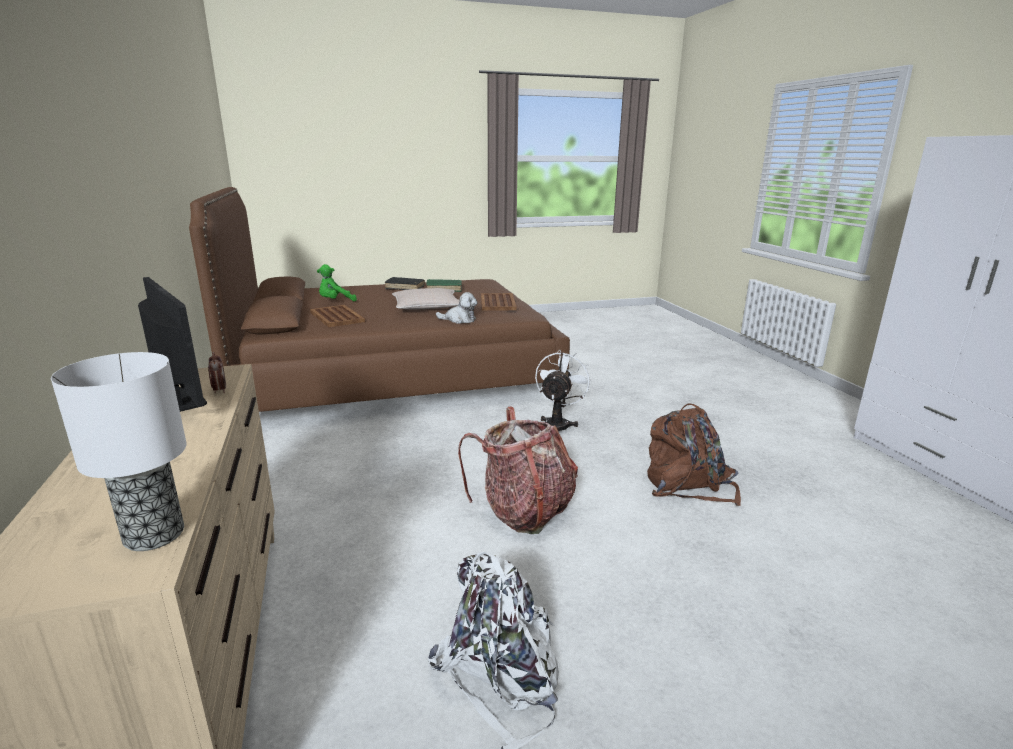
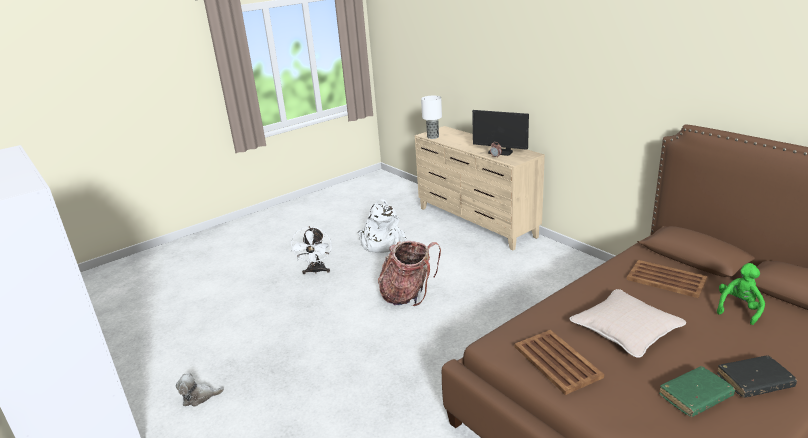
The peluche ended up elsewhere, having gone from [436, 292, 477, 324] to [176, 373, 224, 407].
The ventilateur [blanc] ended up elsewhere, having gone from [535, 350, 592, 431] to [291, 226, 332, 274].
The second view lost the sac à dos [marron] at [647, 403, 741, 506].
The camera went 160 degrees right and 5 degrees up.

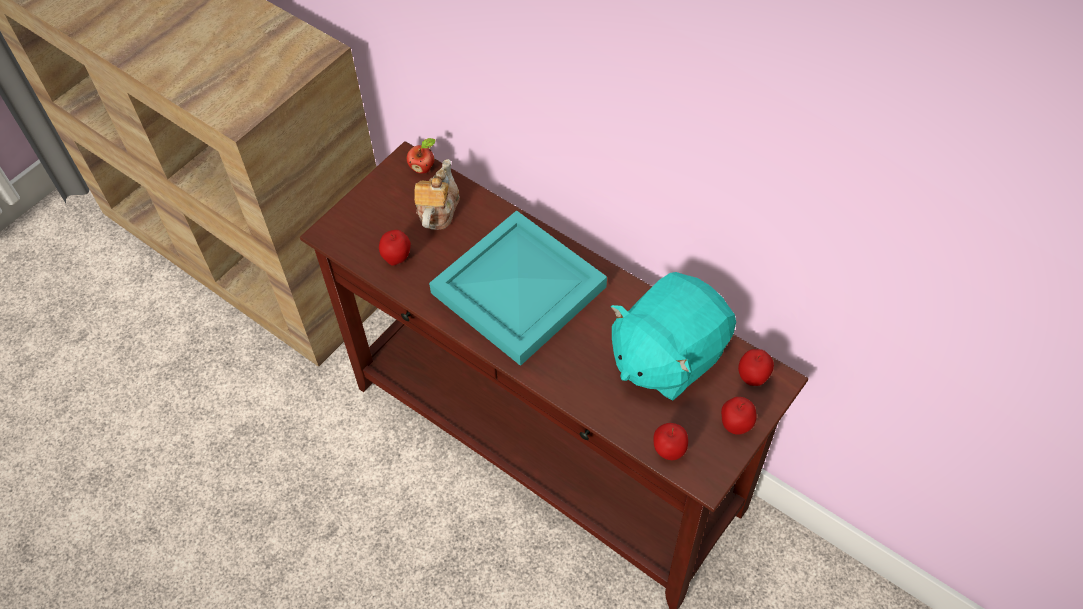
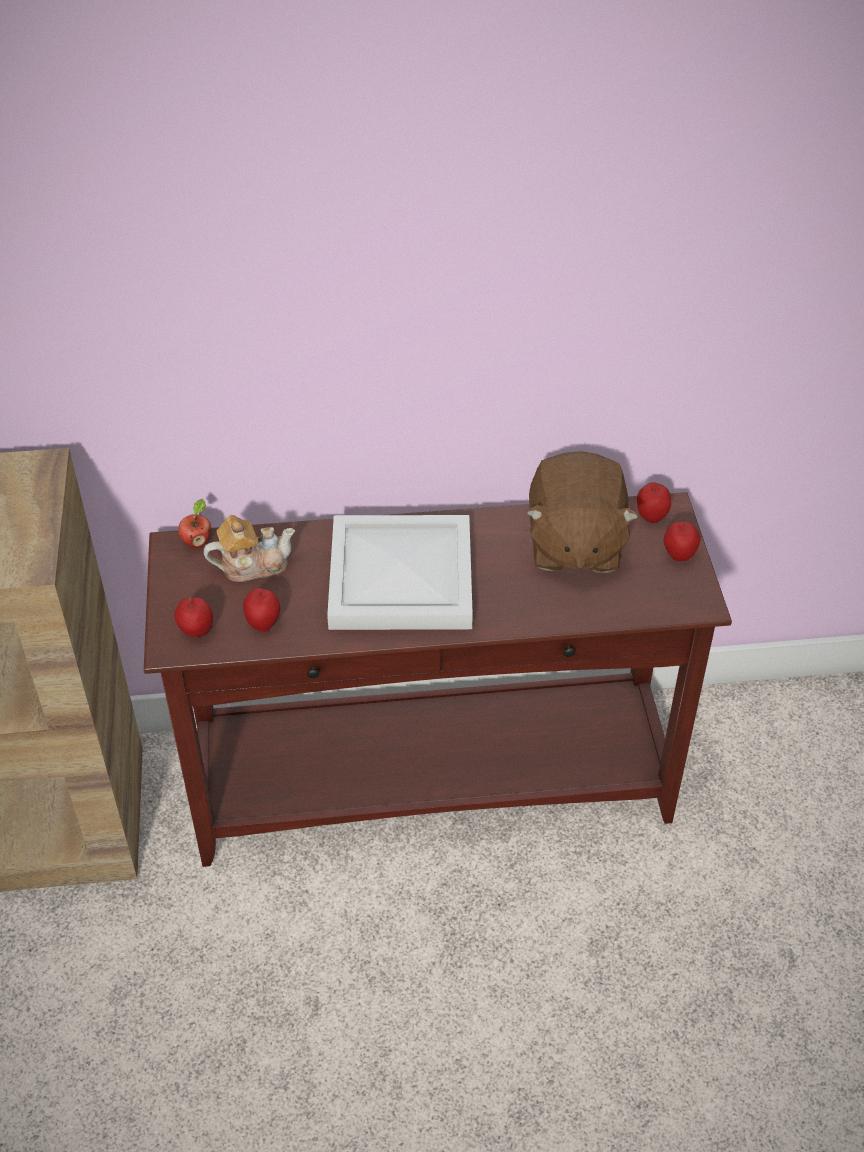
The pomme ended up elsewhere, having gone from [654, 423, 688, 460] to [174, 597, 213, 637].
The théière at [414, 159, 460, 230] ended up facing another way, 105 degrees clockwise from before.
What was the plateau [turquoise] at [429, 210, 607, 366] turned into the plateau [blanc] at [327, 515, 473, 630].
What was the peluche [turquoise] at [611, 272, 736, 401] turned into the peluche [marron] at [526, 451, 639, 573].
The camera went 45 degrees left and 10 degrees down.

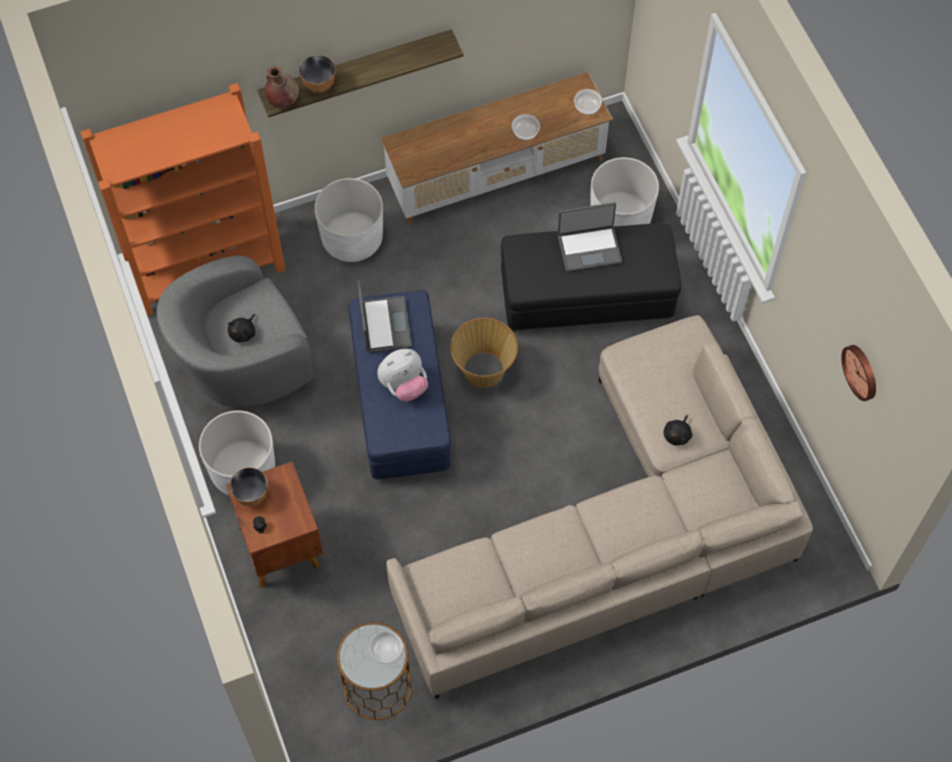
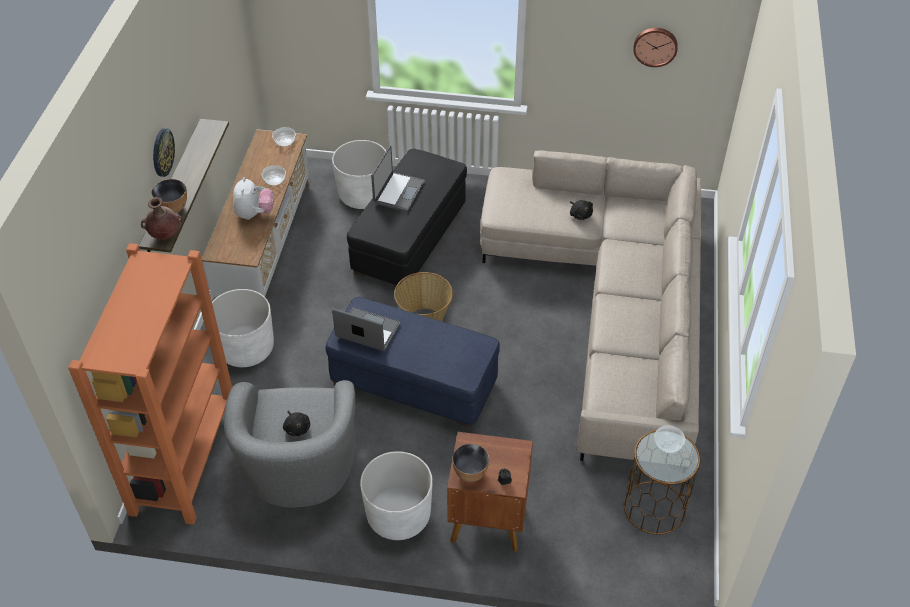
The second view gained the horloge murale at [153, 128, 175, 177].
The peluche ended up elsewhere, having gone from [377, 349, 428, 401] to [233, 177, 274, 220].
The camera went 60 degrees left and 15 degrees down.

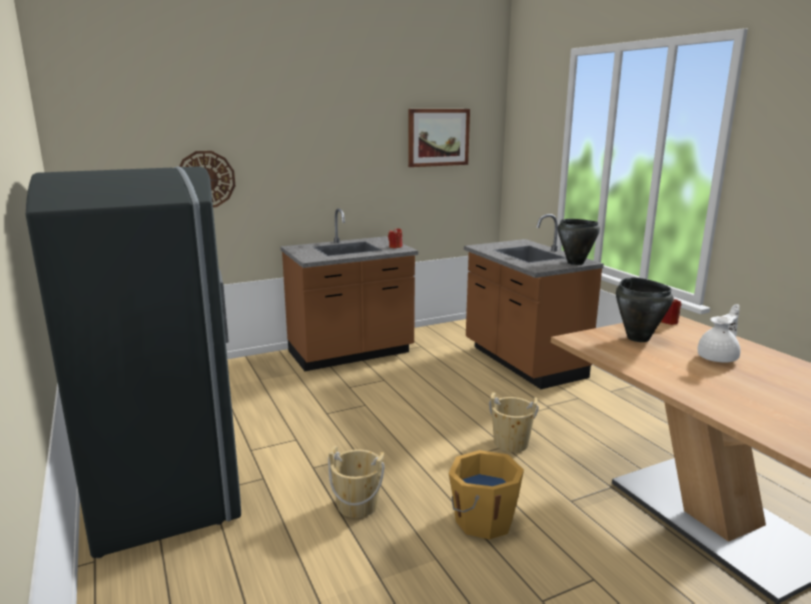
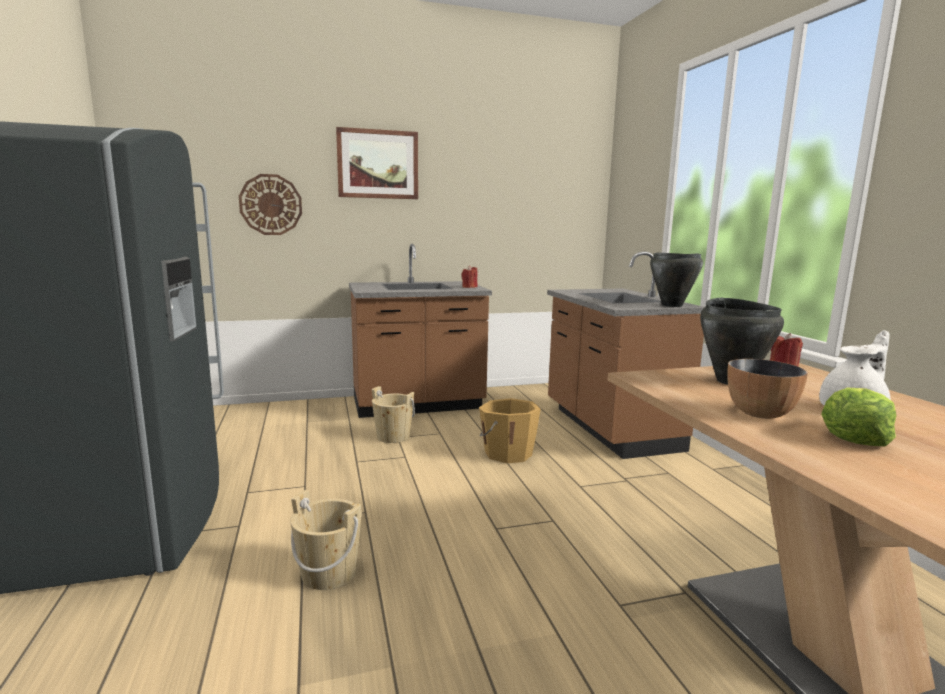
The tableau ended up elsewhere, having gone from [408, 109, 470, 167] to [336, 127, 418, 199].
The seau [beige] ended up elsewhere, having gone from [489, 392, 539, 452] to [372, 386, 415, 443].
The seau [orange] ended up elsewhere, having gone from [448, 450, 524, 540] to [479, 398, 541, 463].
The second view gained the bol at [727, 359, 808, 419].
The second view gained the laitue at [821, 387, 896, 447].
The camera went 10 degrees right and 5 degrees down.

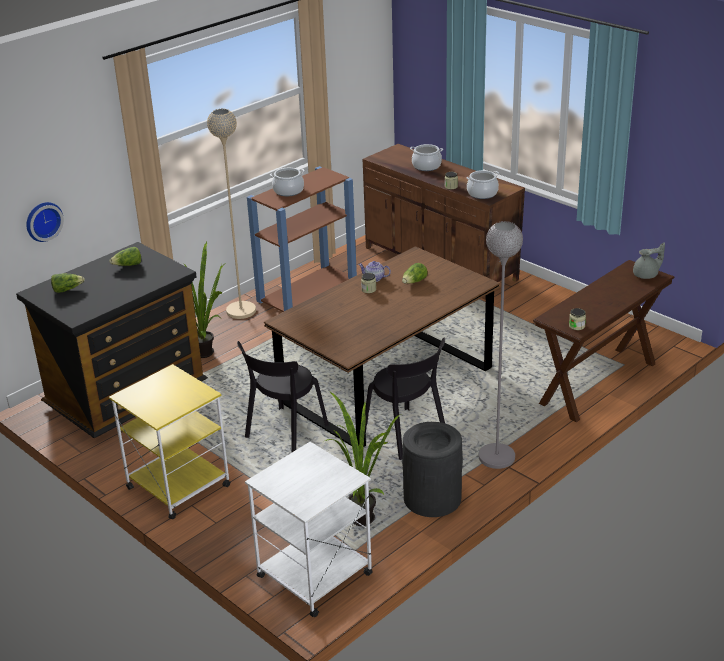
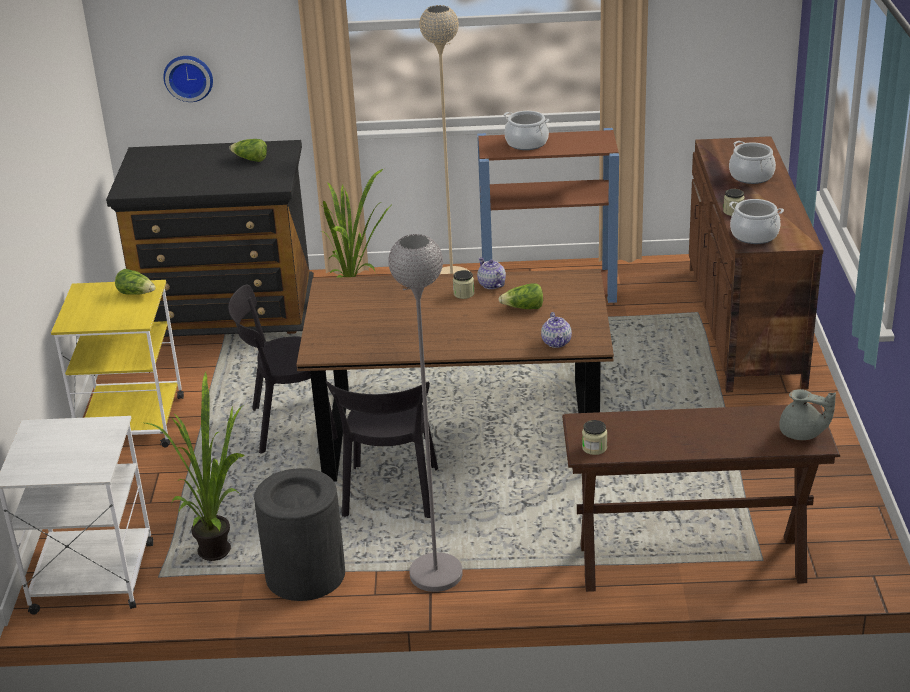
The laitue ended up elsewhere, having gone from [51, 273, 85, 293] to [115, 269, 155, 295].
The second view gained the théière at [541, 312, 572, 348].
The camera went 45 degrees right and 0 degrees up.

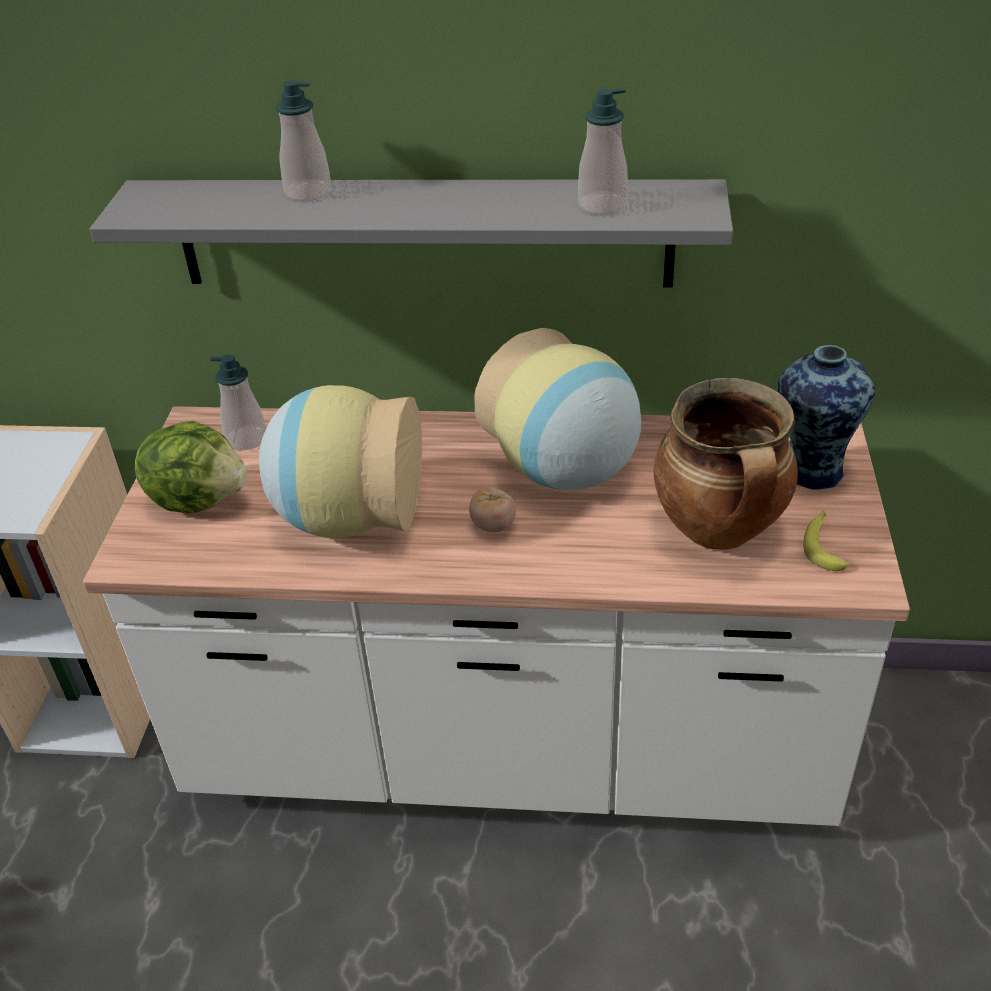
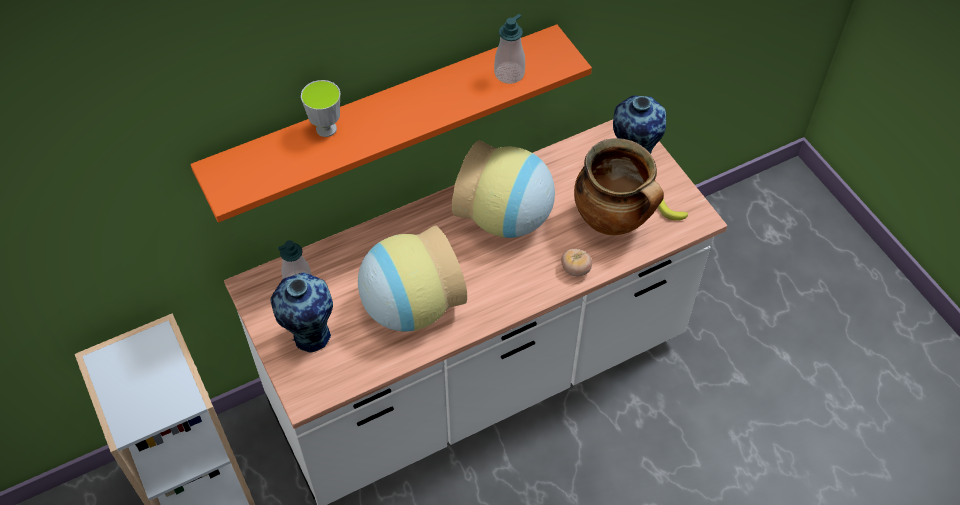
What was the étagère [gris] at [90, 179, 733, 288] turned into the étagère [orange] at [190, 24, 592, 222].
Where the laitue stood at [135, 421, 247, 513], the vase came to stand at [271, 272, 333, 353].
Where the distributeur de savon stood at [276, 80, 331, 202], the tasse came to stand at [301, 80, 340, 137].
The tomate ended up elsewhere, having gone from [469, 487, 516, 532] to [561, 249, 592, 276].
The camera went 35 degrees left and 15 degrees up.

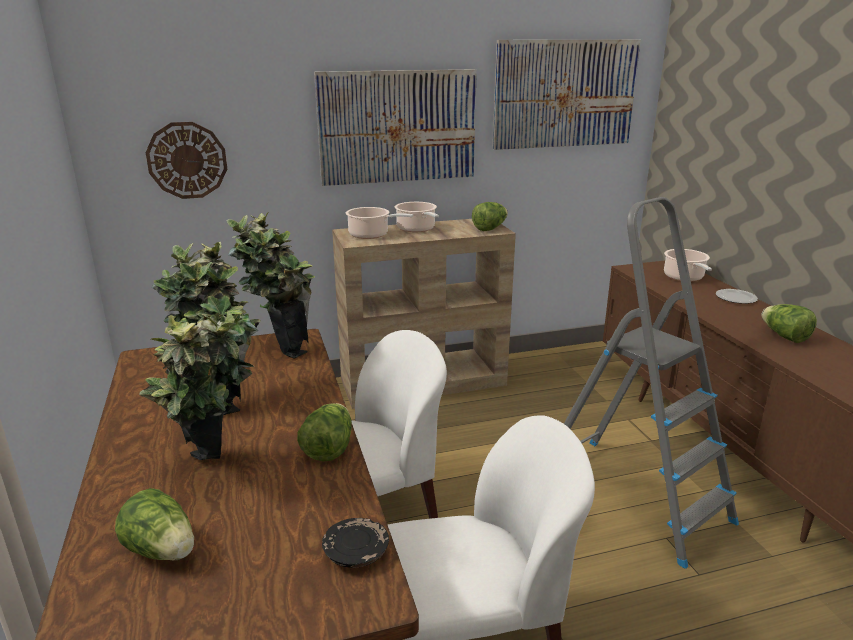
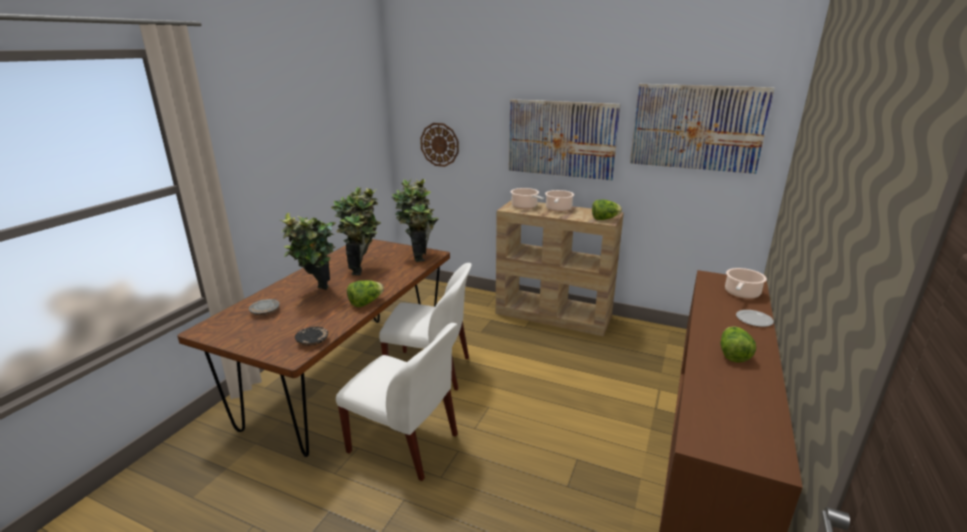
Where the laitue stood at [115, 488, 194, 560], the assiette [gris] came to stand at [249, 299, 280, 315].
The second view lost the escabeau [gris] at [564, 197, 739, 569].
The camera went 40 degrees right and 0 degrees up.

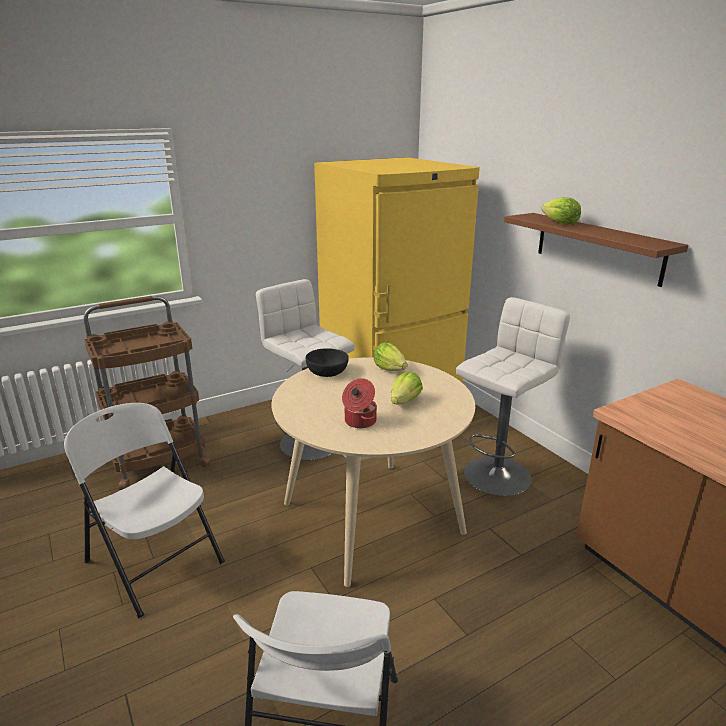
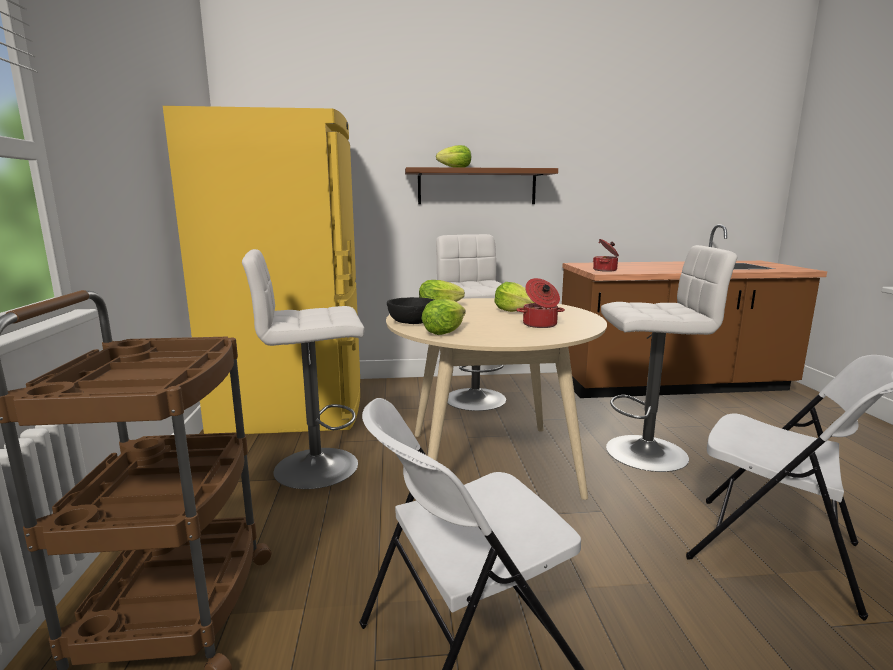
The second view gained the laitue at [422, 299, 466, 335].
The second view gained the marmite at [593, 239, 619, 272].
The second view gained the tabouret [blanc] at [601, 245, 737, 472].
The camera went 65 degrees left and 10 degrees down.

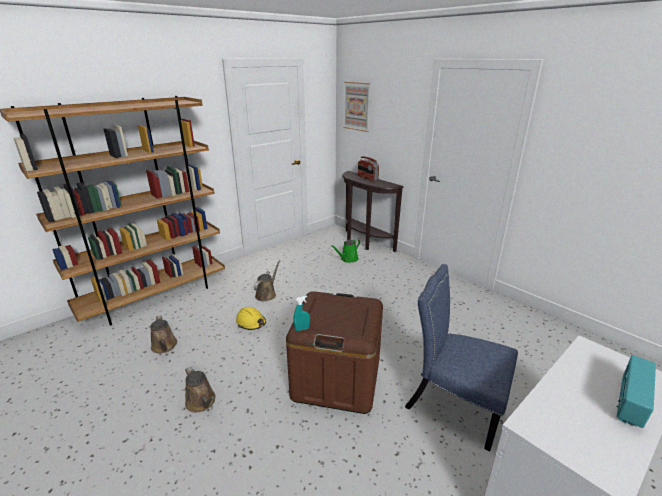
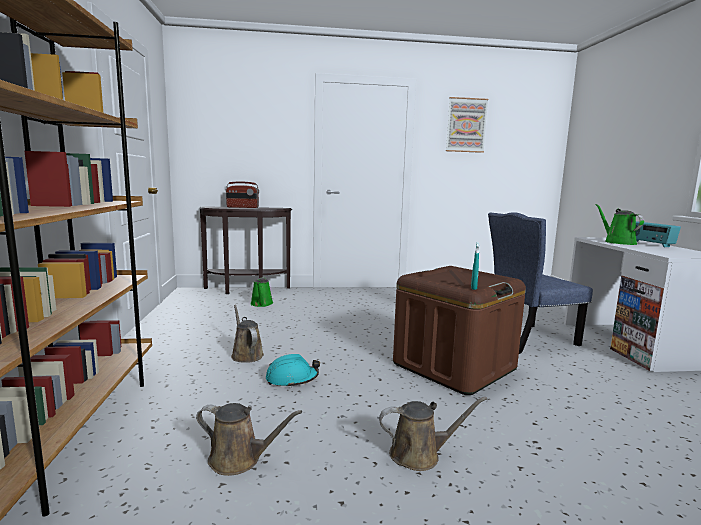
What was the casque de chantier [jaune] at [236, 307, 266, 330] turned into the casque de chantier [turquoise] at [266, 354, 320, 388].
The tableau ended up elsewhere, having gone from [343, 82, 371, 132] to [446, 97, 488, 153].
The second view gained the arrosoir [vert] at [596, 204, 644, 245].
The camera went 55 degrees left and 15 degrees down.

